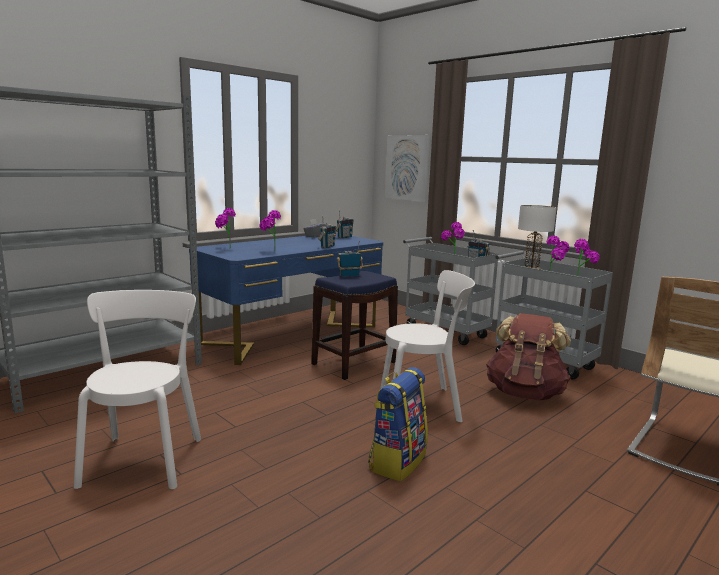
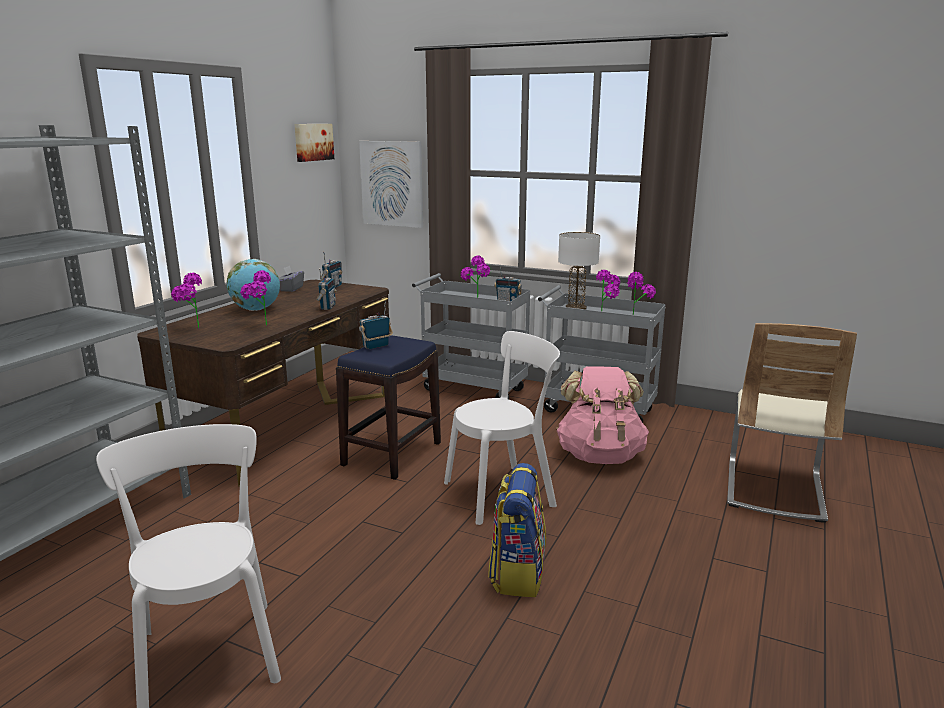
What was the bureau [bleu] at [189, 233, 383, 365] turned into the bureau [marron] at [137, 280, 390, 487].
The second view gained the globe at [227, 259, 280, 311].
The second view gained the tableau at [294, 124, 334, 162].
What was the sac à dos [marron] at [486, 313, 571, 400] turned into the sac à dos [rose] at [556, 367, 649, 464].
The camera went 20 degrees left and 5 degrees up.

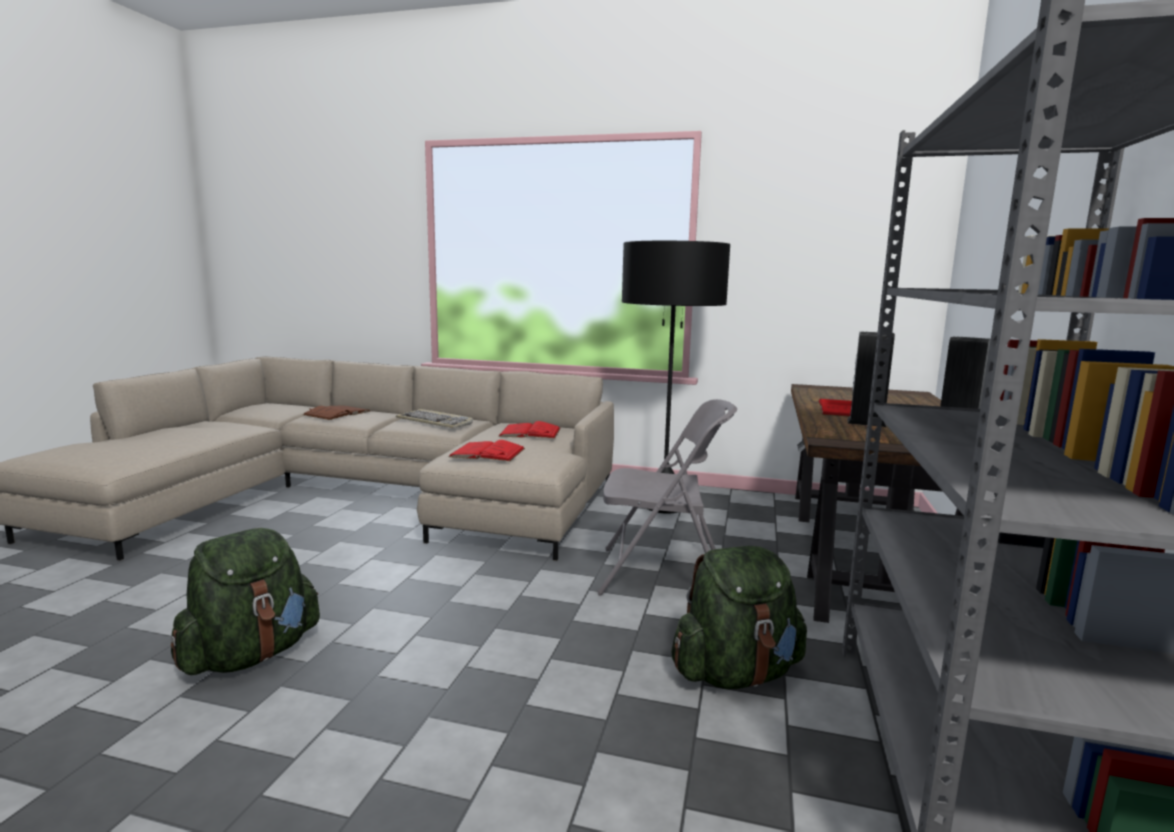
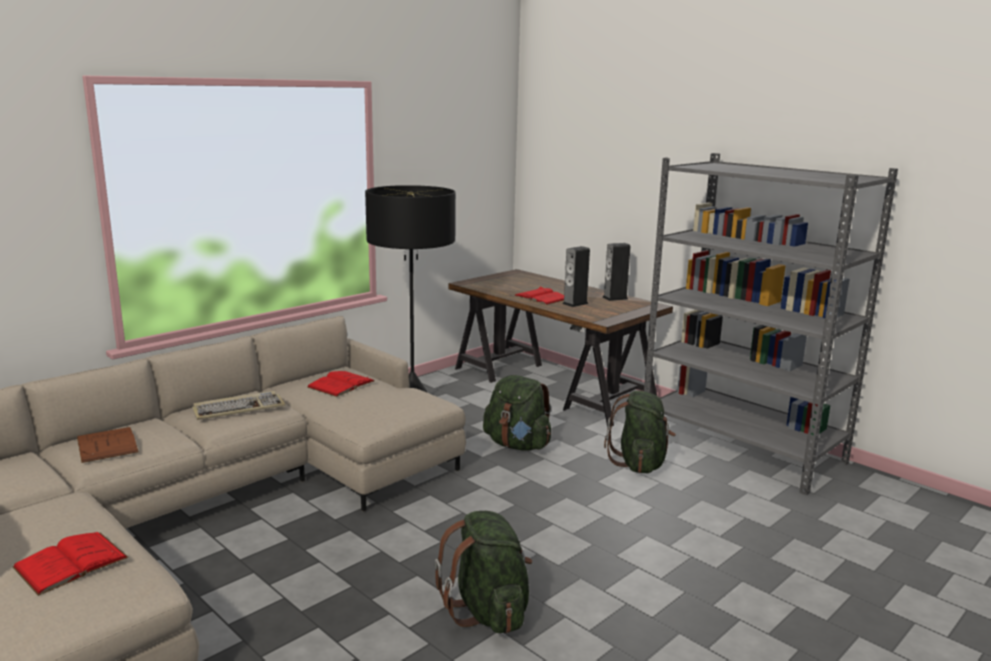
The livre [rouge] ended up elsewhere, having gone from [448, 440, 525, 461] to [13, 532, 129, 596].
Where the chaise [gris] stood at [598, 399, 737, 596], the sac à dos [vert] came to stand at [483, 375, 551, 451].
The camera went 60 degrees left and 5 degrees up.

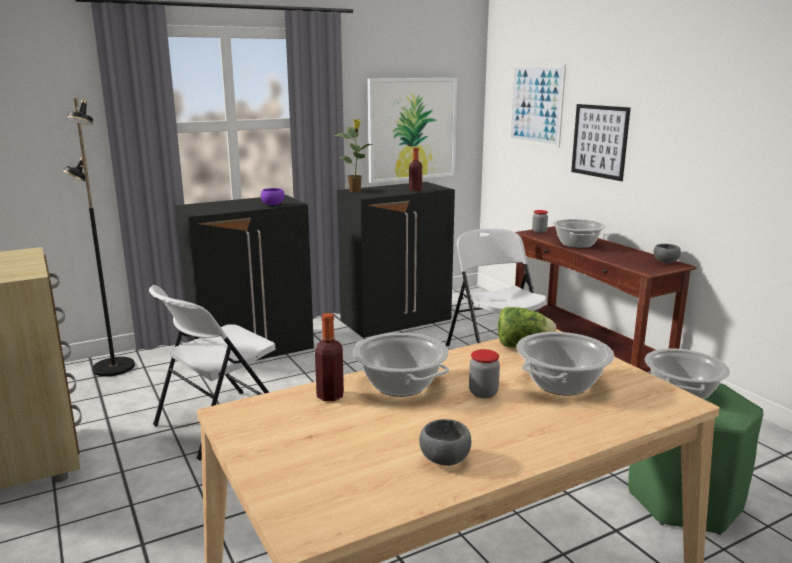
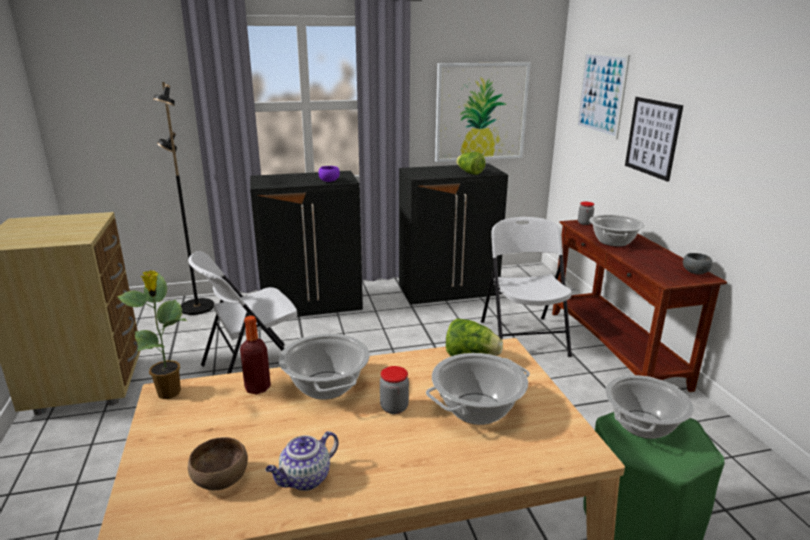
The plante en pot ended up elsewhere, having gone from [335, 119, 373, 192] to [117, 270, 187, 399].
The second view gained the bol [marron] at [188, 437, 248, 490].
Where the bol [gris] stood at [419, 419, 471, 466], the théière came to stand at [266, 431, 339, 491].
Where the bouteille stood at [409, 147, 422, 191], the laitue came to stand at [456, 152, 485, 175].
The camera went 15 degrees right and 5 degrees up.

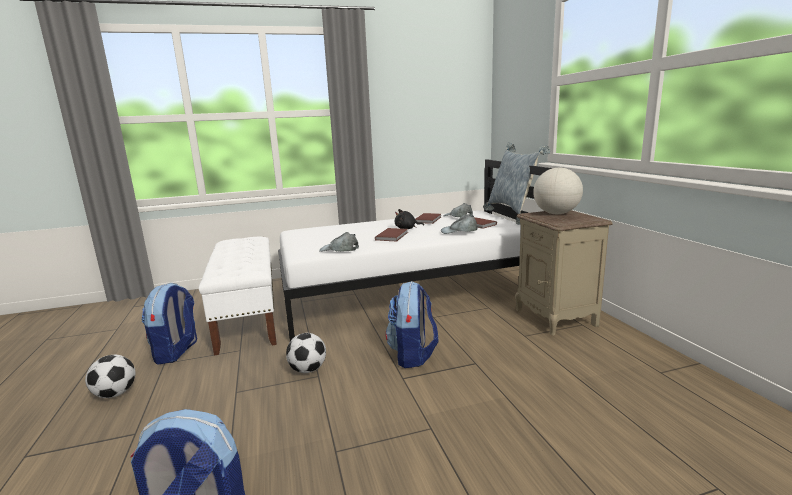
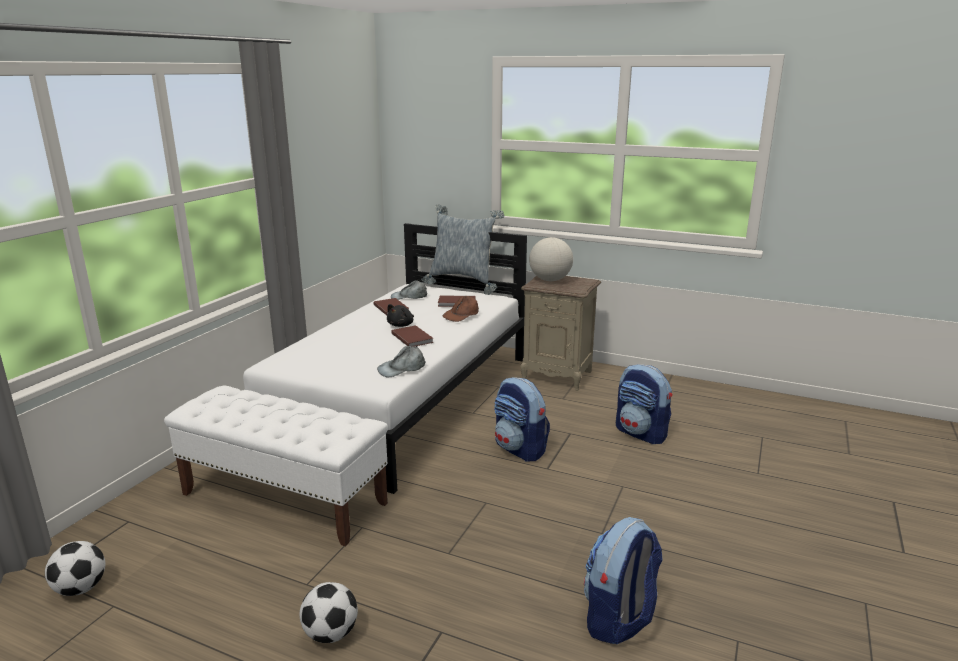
The ballon de foot ended up elsewhere, having gone from [286, 333, 326, 373] to [45, 541, 105, 596].
What was the casquette [gris] at [441, 215, 478, 234] turned into the casquette [marron] at [443, 296, 479, 322].
The sac à dos ended up elsewhere, having gone from [141, 283, 197, 365] to [616, 364, 672, 444].
The camera went 50 degrees left and 5 degrees up.

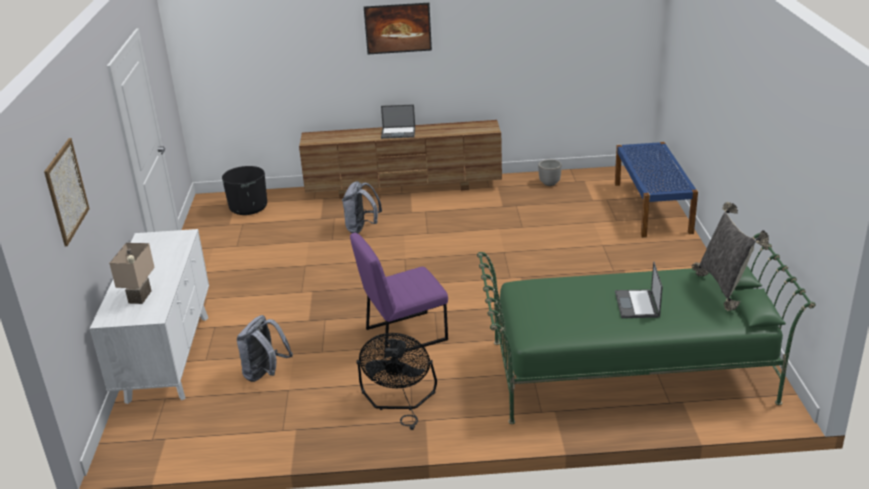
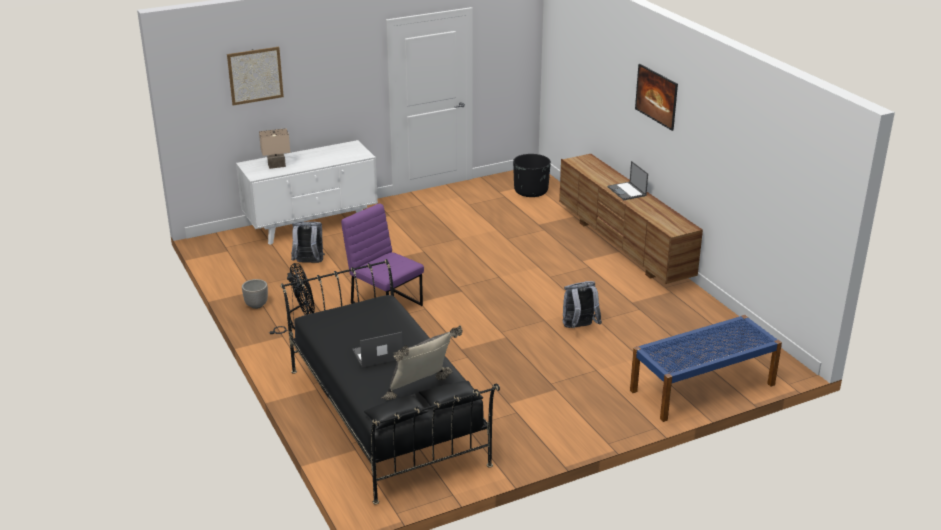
The cache-pot ended up elsewhere, having gone from [538, 159, 562, 186] to [242, 279, 268, 309].
What was the lit [vert] at [477, 233, 816, 424] turned into the lit [noir] at [281, 259, 500, 505].
The sac à dos [gris] ended up elsewhere, having gone from [342, 181, 382, 233] to [563, 281, 602, 328].
The camera went 65 degrees right and 0 degrees up.

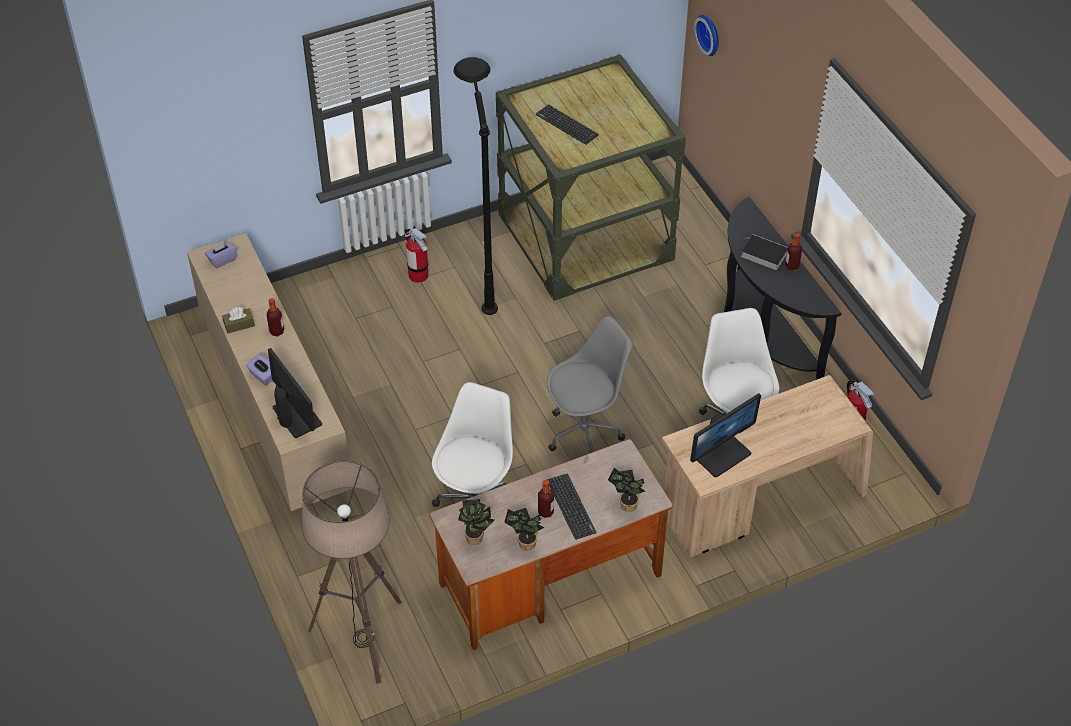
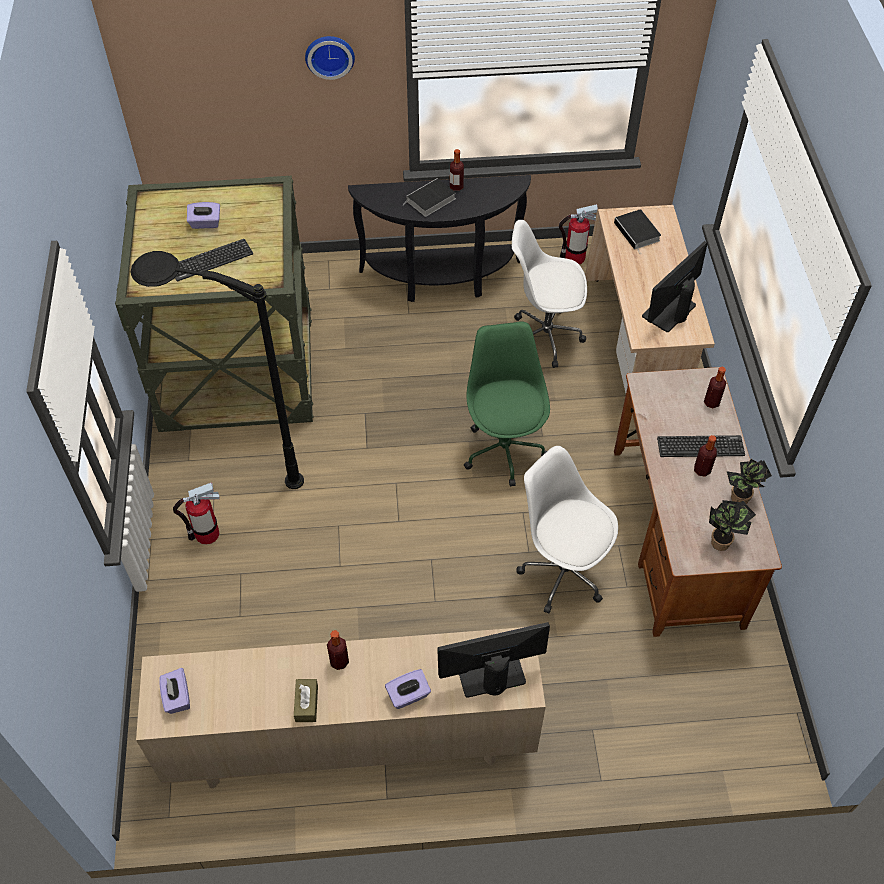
The second view gained the boîte à mouchoirs [violet] at [187, 202, 220, 229].
The horloge murale ended up elsewhere, having gone from [694, 15, 719, 56] to [305, 36, 355, 80].
What was the chaise de bureau [gris] at [547, 316, 633, 453] turned into the chaise de bureau [vert] at [464, 321, 550, 486].
The second view gained the livre at [614, 209, 661, 254].
The écran d'ordinateur at [690, 393, 761, 477] ended up facing another way, 120 degrees counterclockwise from before.
Where the plante en pot stood at [608, 468, 645, 512], the bouteille came to stand at [704, 367, 726, 408].
The second view lost the lampadaire at [302, 461, 402, 684].
The camera went 70 degrees left and 5 degrees up.

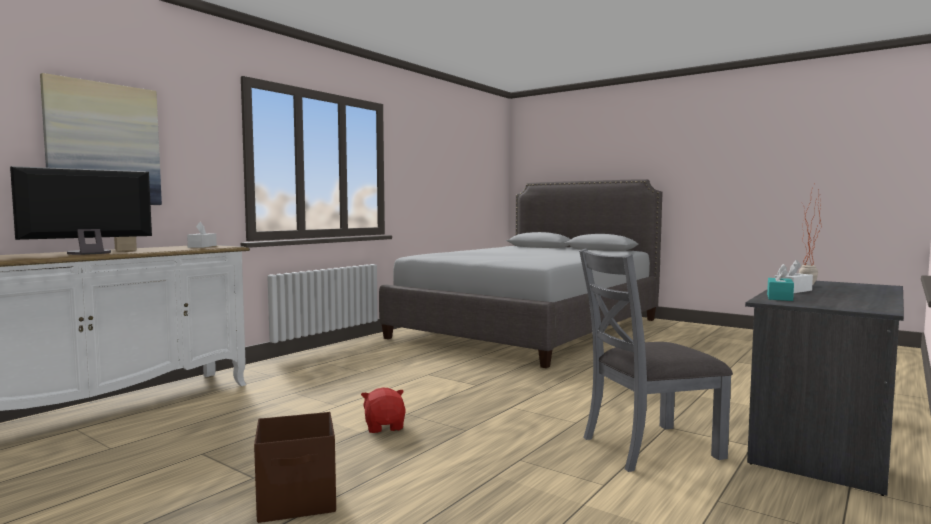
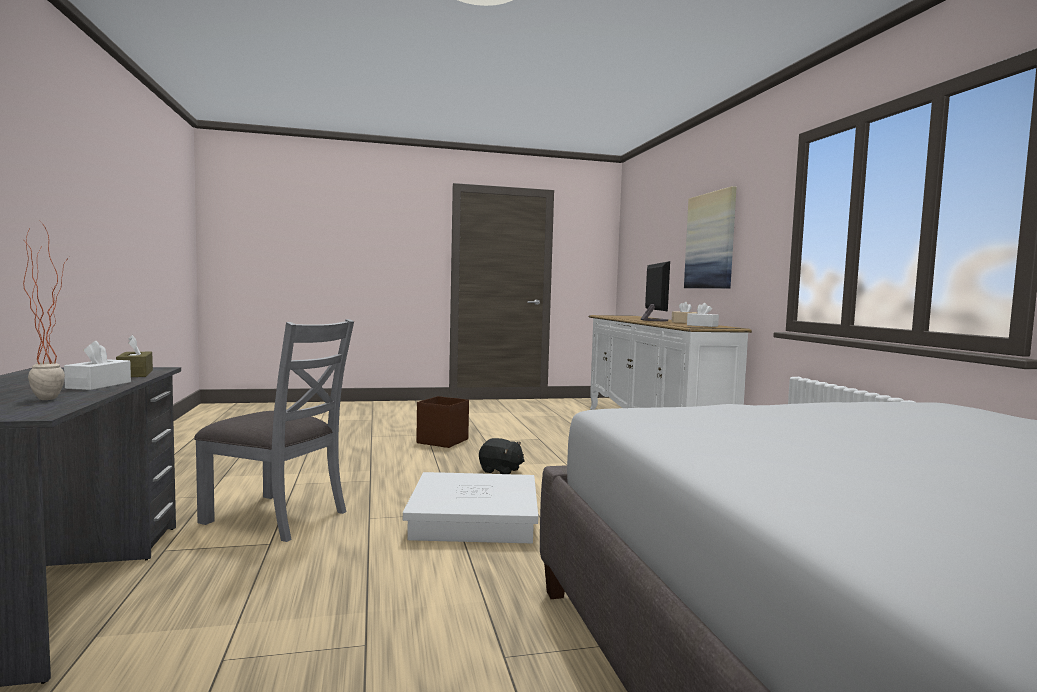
What was the boîte à mouchoirs [turquoise] at [767, 264, 794, 301] turned into the boîte à mouchoirs [marron] at [116, 335, 153, 377].
The chaise [gris] at [579, 249, 733, 472] ended up facing another way, 90 degrees clockwise from before.
The second view gained the boîte de rangement [blanc] at [403, 472, 538, 543].
What was the peluche [rouge] at [361, 388, 406, 433] turned into the peluche [noir] at [479, 438, 525, 474].
The camera went 130 degrees right and 0 degrees up.

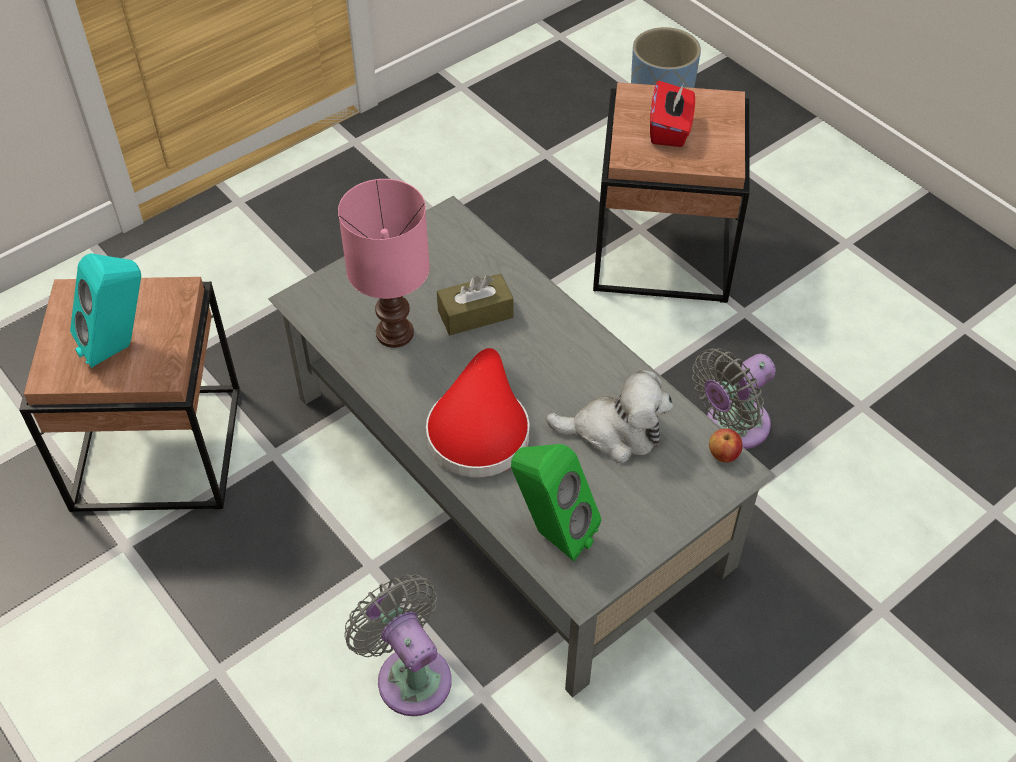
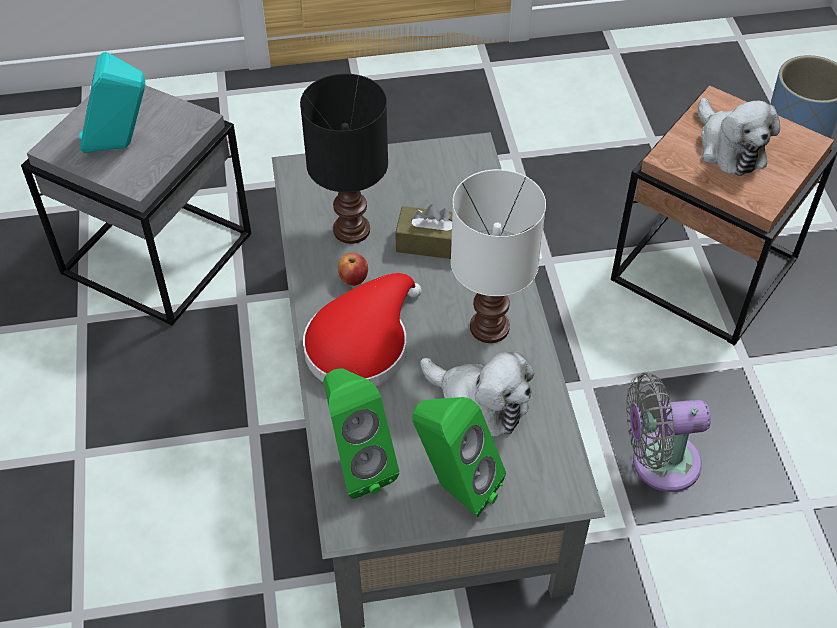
What was the table d'appoint [marron] at [19, 277, 240, 512] turned into the table d'appoint [gris] at [21, 85, 251, 326].
What was the lampe de table [rose] at [338, 179, 430, 348] turned into the lampe de table [noir] at [300, 73, 388, 244].
The pomme ended up elsewhere, having gone from [709, 428, 743, 463] to [338, 253, 368, 286].
The second view gained the enceinte [vert] at [412, 397, 506, 517].
The second view gained the lampe de table [blanc] at [451, 169, 546, 343].
Where the boîte à mouchoirs [rouge] stood at [650, 81, 695, 147], the peluche came to stand at [698, 98, 780, 176].
The second view lost the ventilateur [gris] at [344, 574, 452, 716].
The camera went 30 degrees right and 0 degrees up.

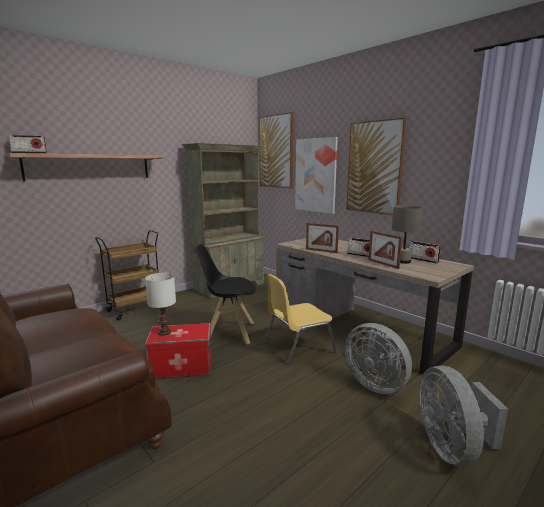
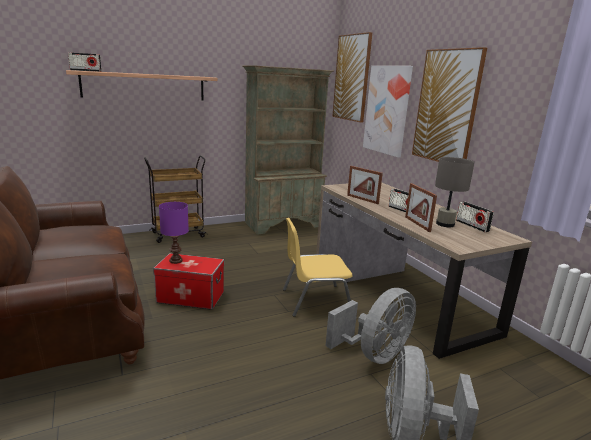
What was the lampe de table [blanc] at [145, 273, 176, 336] turned into the lampe de table [violet] at [159, 202, 189, 264].
The ventilateur [gris] at [344, 323, 412, 394] ended up facing another way, 105 degrees counterclockwise from before.
The second view lost the chaise [noir] at [193, 244, 256, 345].
The camera went 15 degrees right and 5 degrees up.

